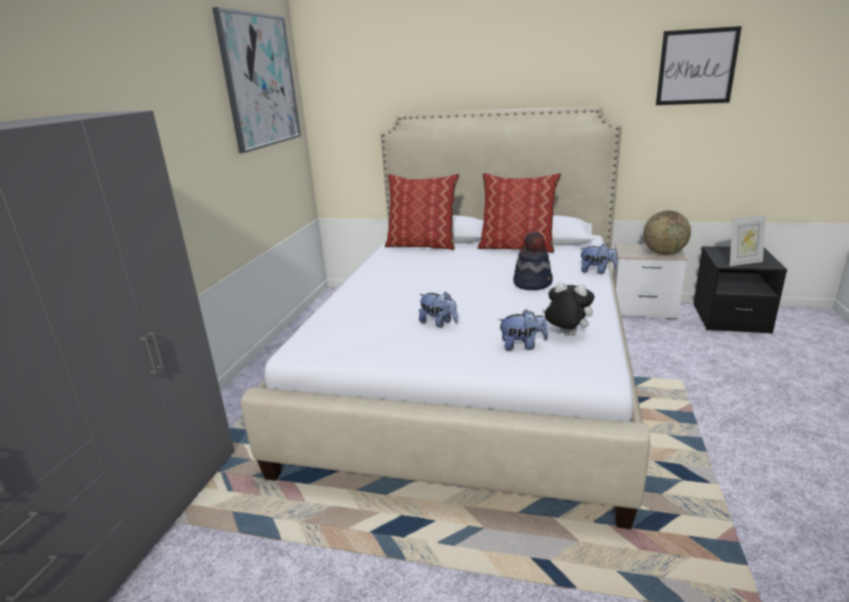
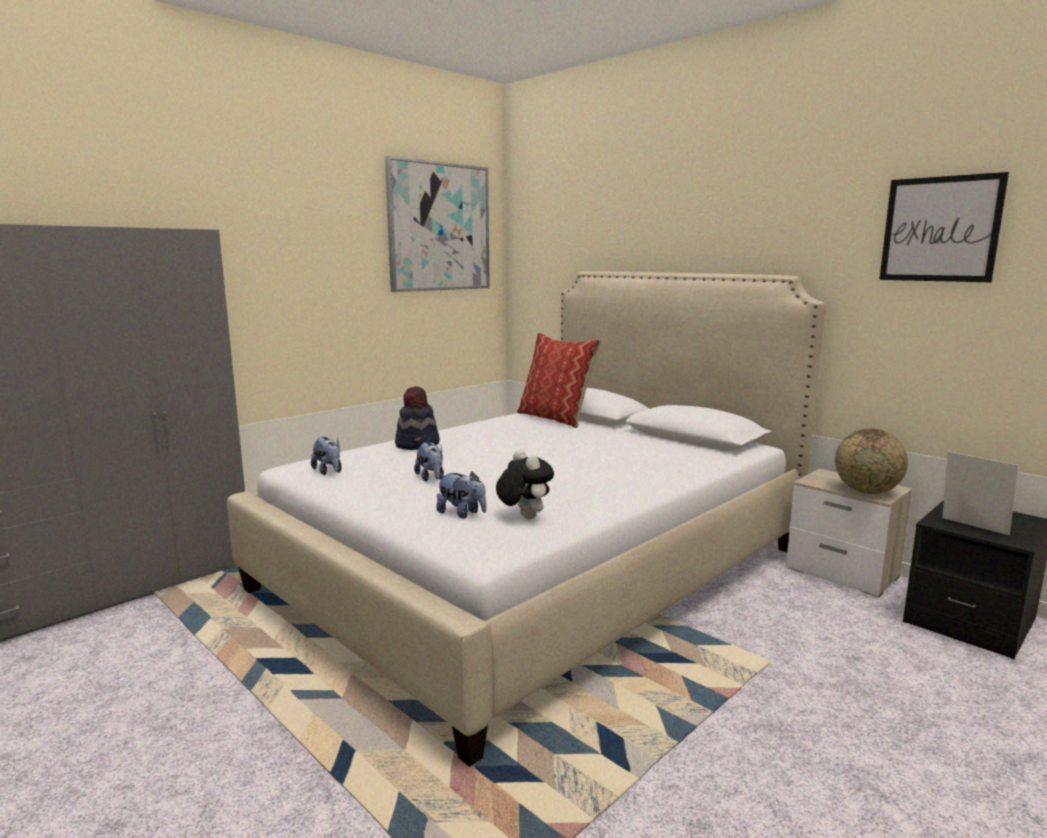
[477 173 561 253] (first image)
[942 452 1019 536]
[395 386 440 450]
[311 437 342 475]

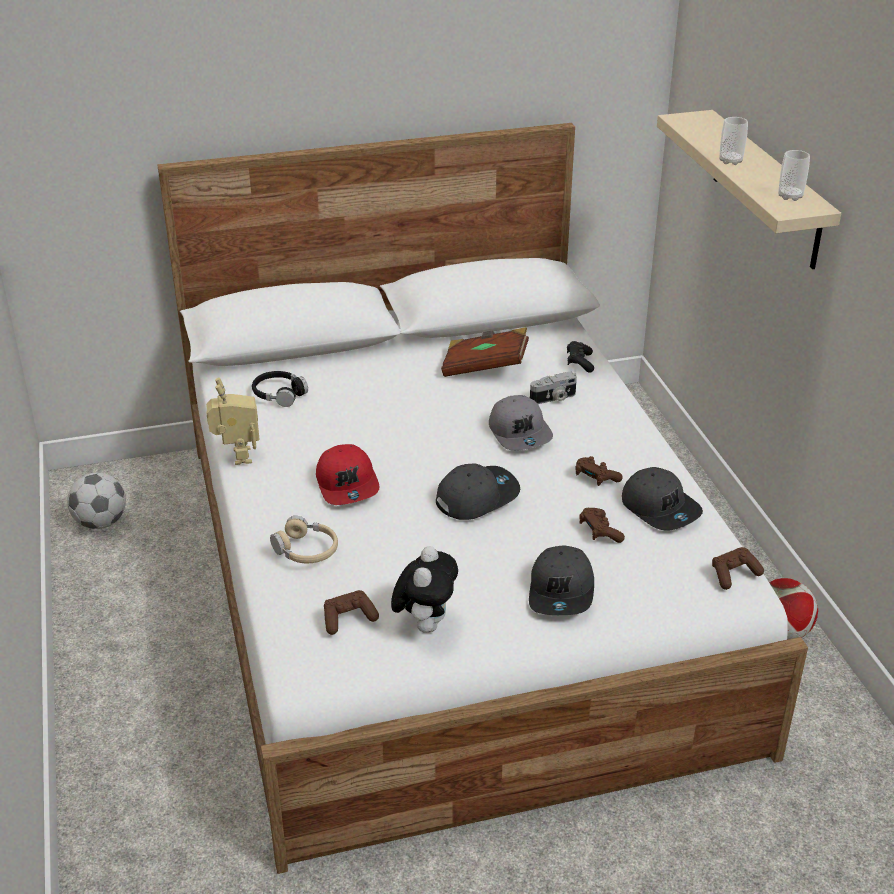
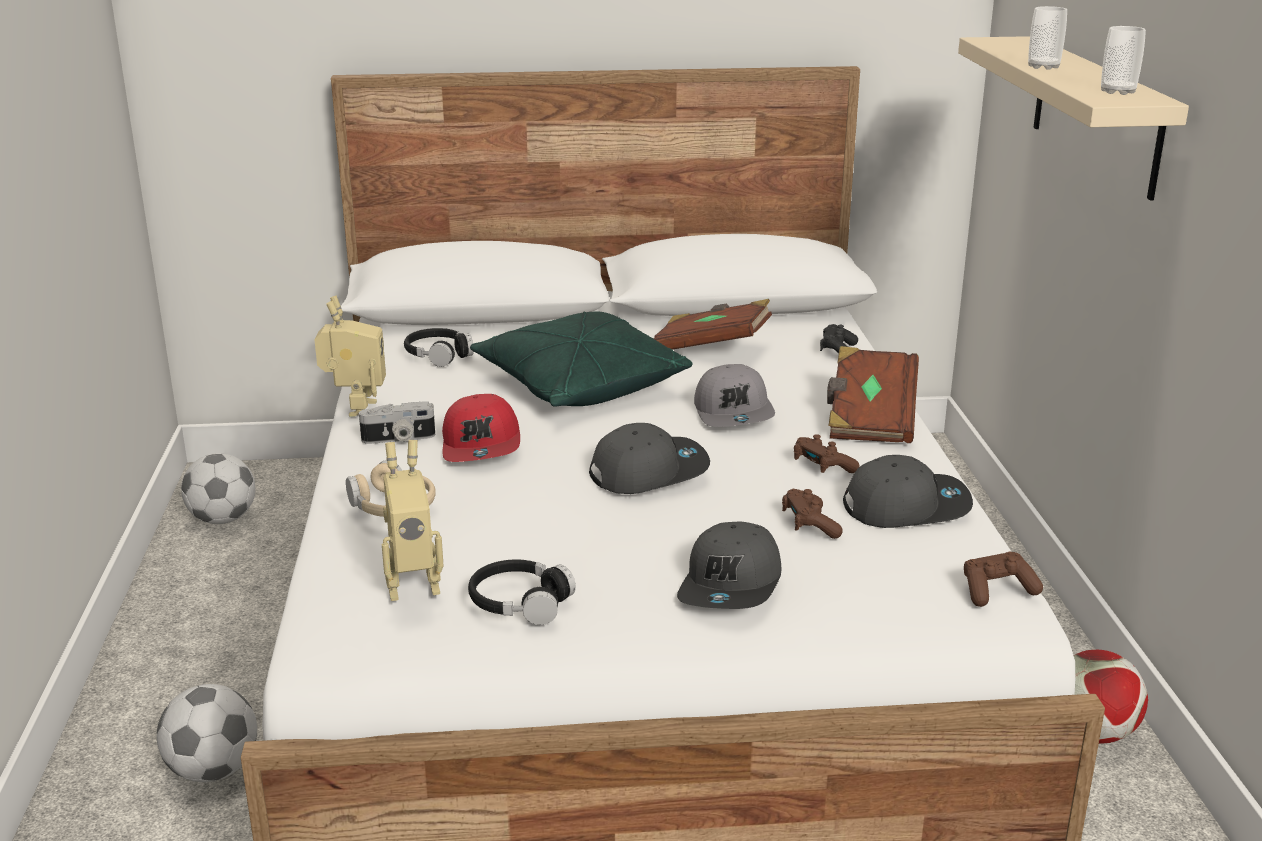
[359 401 435 444]
[843 455 973 528]
[468 559 576 625]
[382 440 444 601]
[470 311 693 407]
[827 346 919 443]
[157 684 257 782]

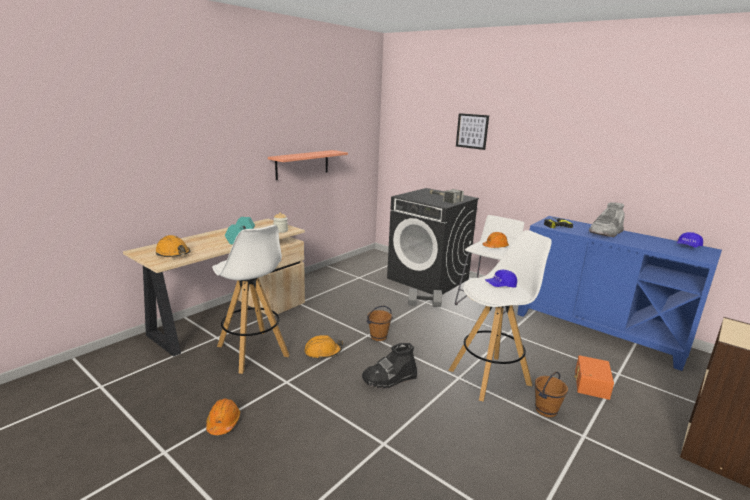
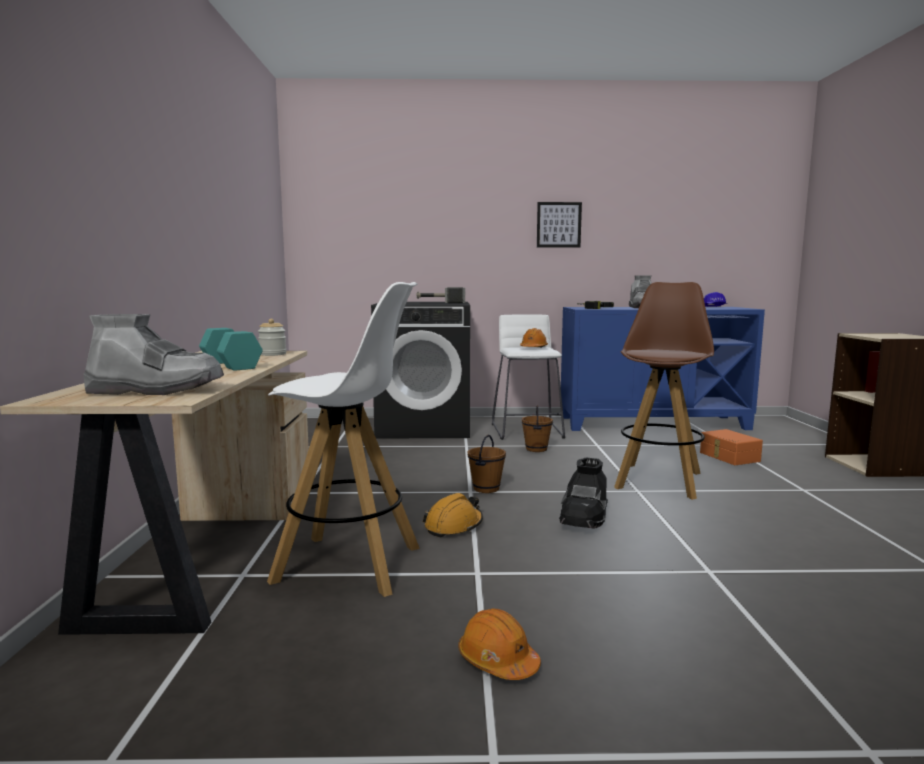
[537 202 582 247]
[268 150 348 180] (first image)
[614 282 714 500]
[83 314 224 395]
[485 270 517 288] (first image)
[408 288 442 307] (first image)
[522 405 553 452]

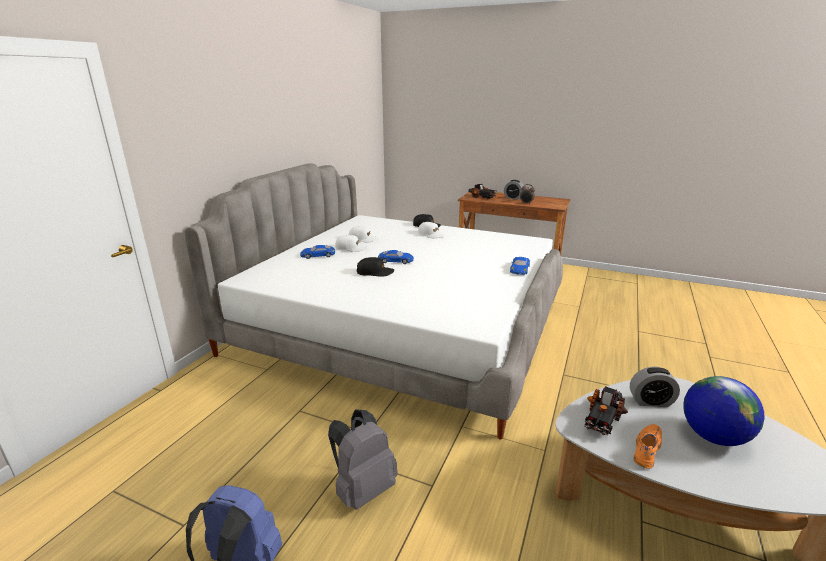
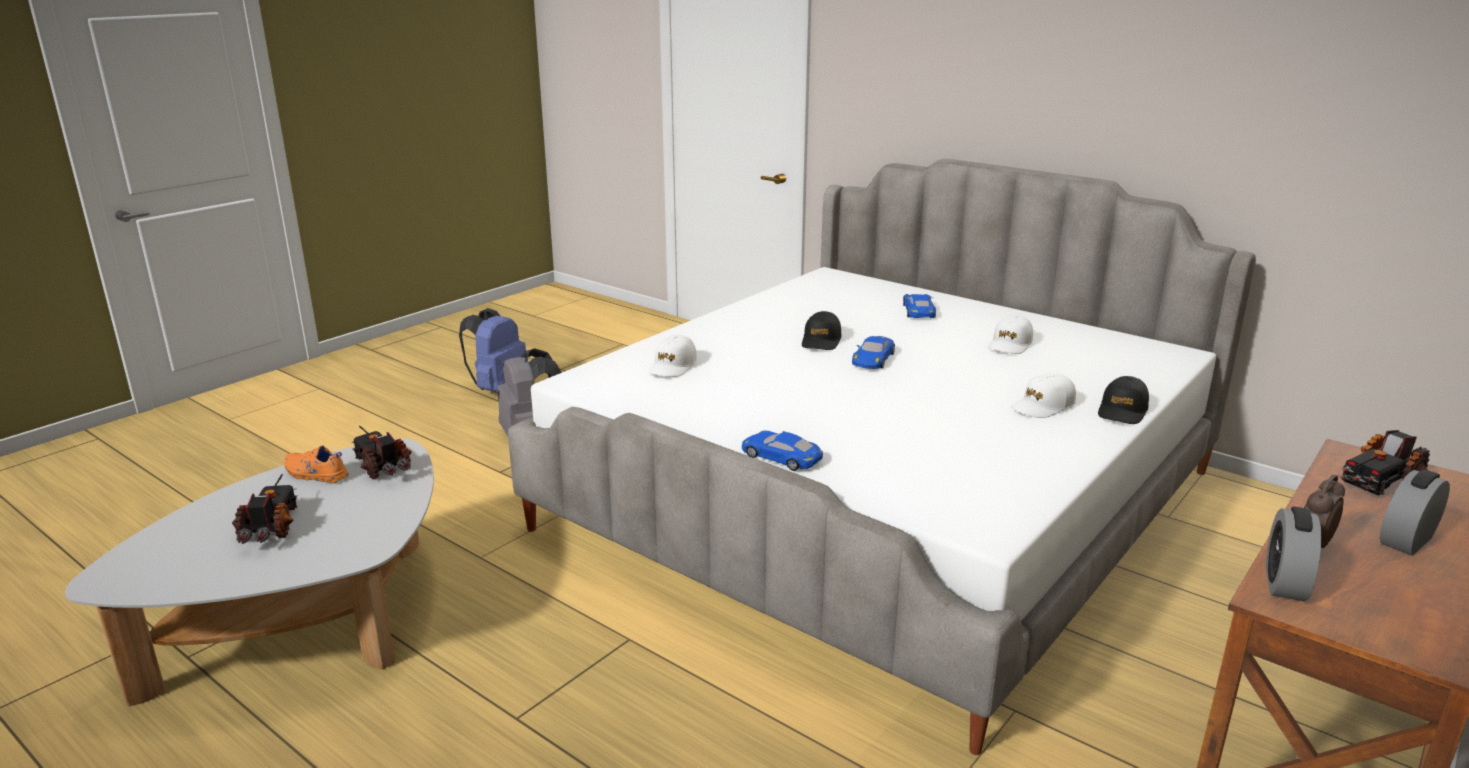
[648 335 697 377]
[1266 506 1321 601]
[232 474 298 544]
[284 445 349 483]

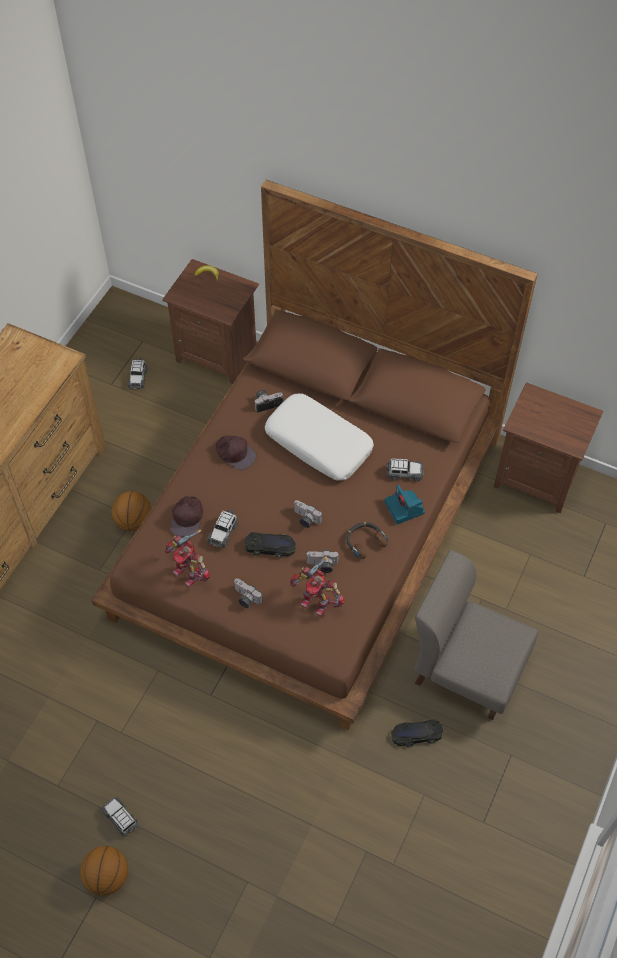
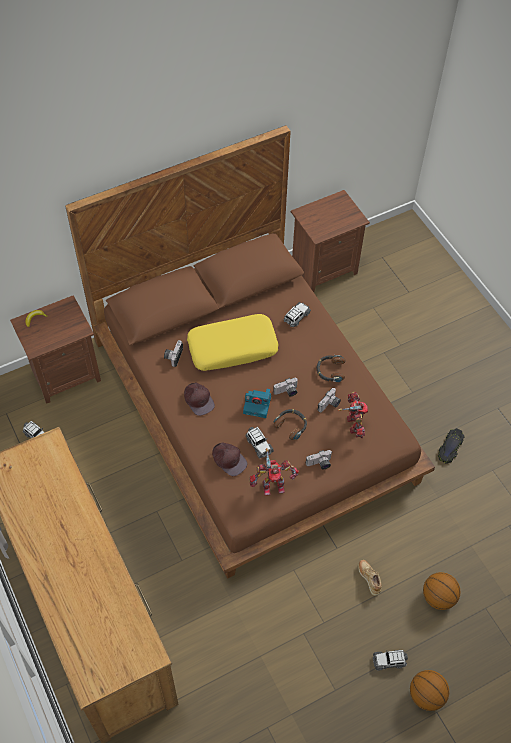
[187 314 278 371]
[184 383 215 416]
[243 388 271 418]
[423 572 461 610]
[274 409 307 440]
[414 550 538 720] (first image)
[338 392 368 438]
[358 560 382 596]

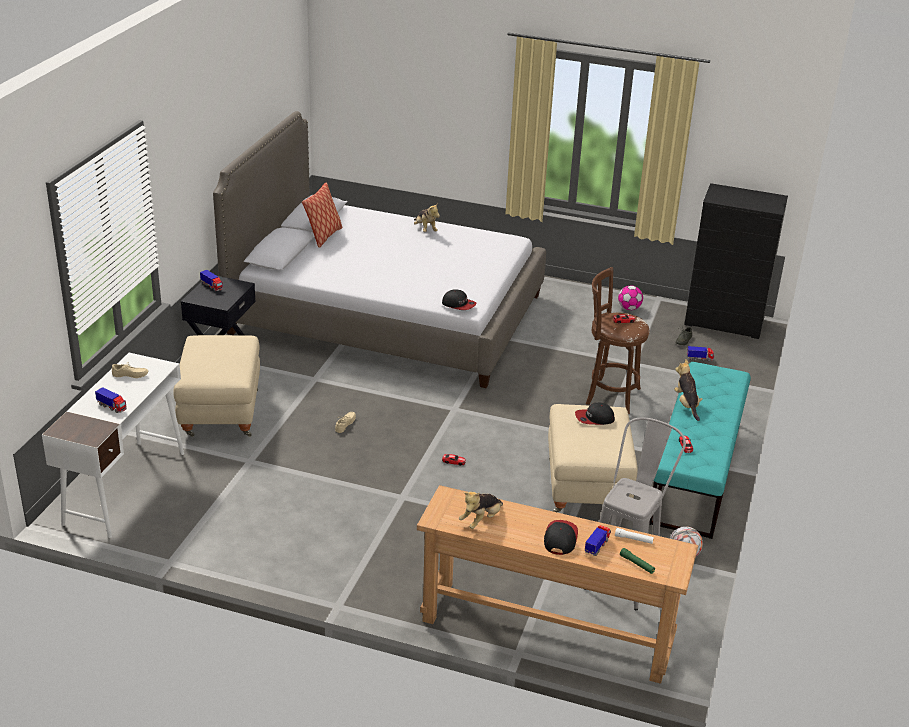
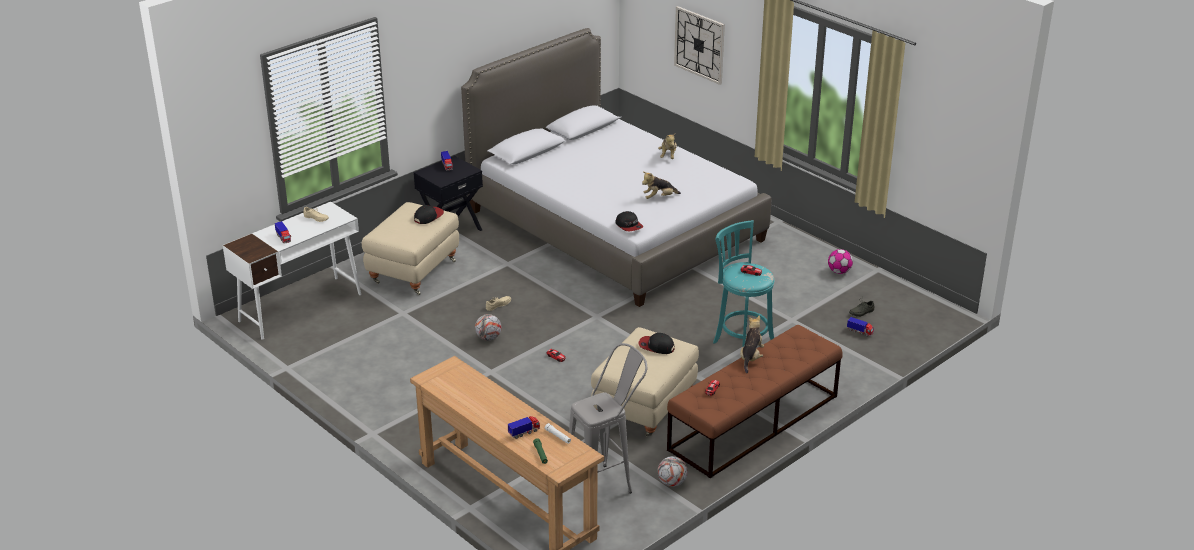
[302 182 343 248] (first image)
[684 183 788 339] (first image)
[713 220 774 347]
[667 325 842 479]
[642 171 681 199]
[414 205 444 224]
[674 6 725 85]
[475 314 502 341]

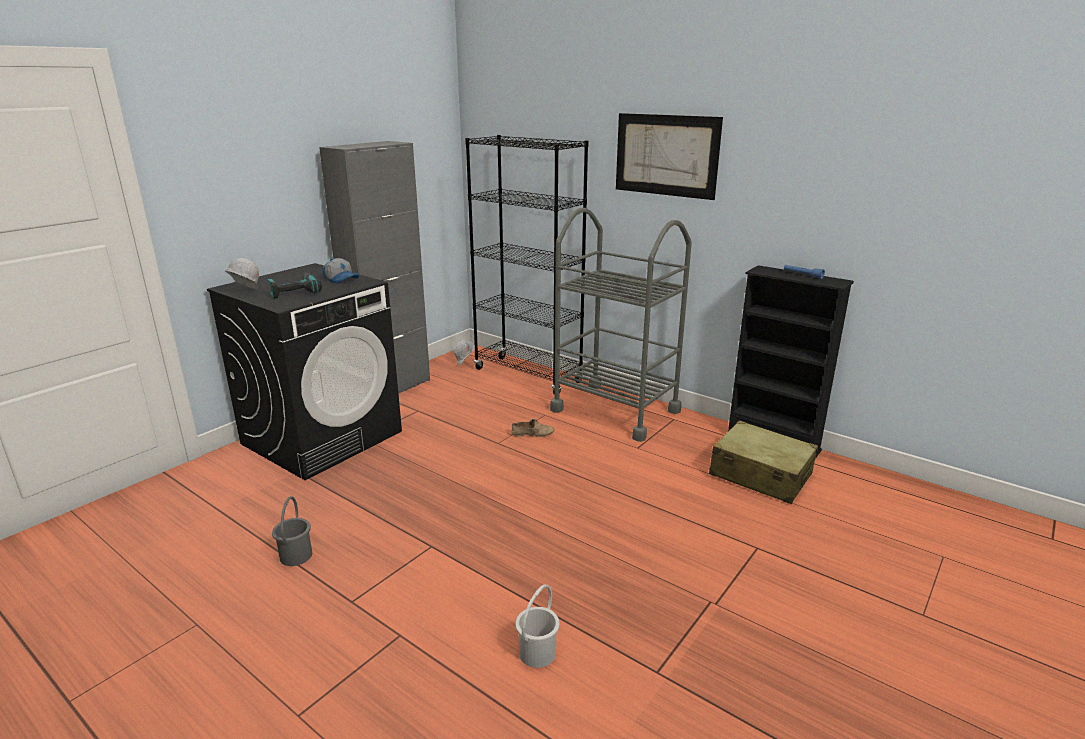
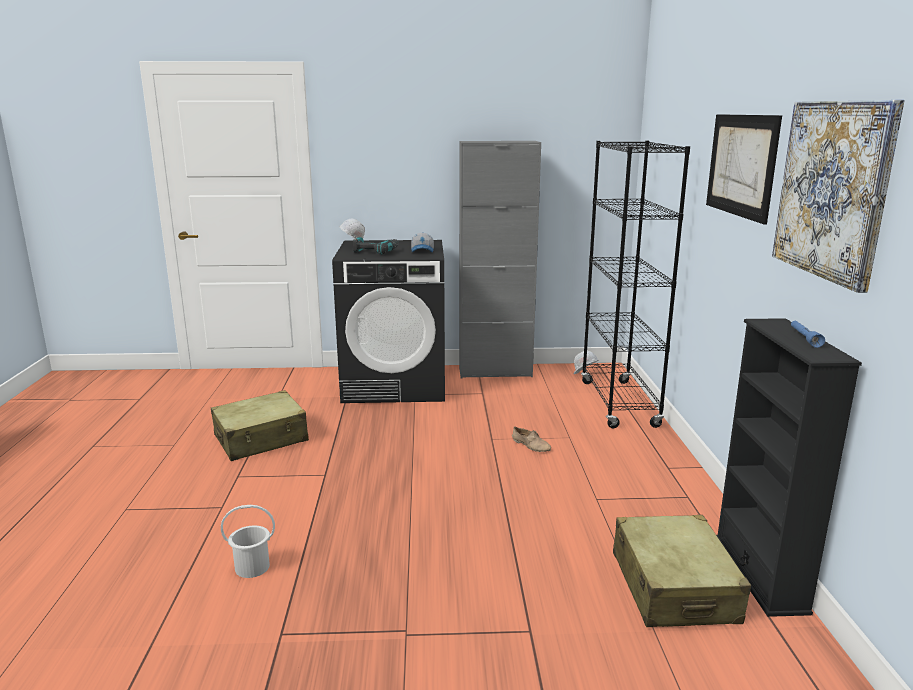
[550 208 692 442] (first image)
[211 390 309 461]
[772 100 905 293]

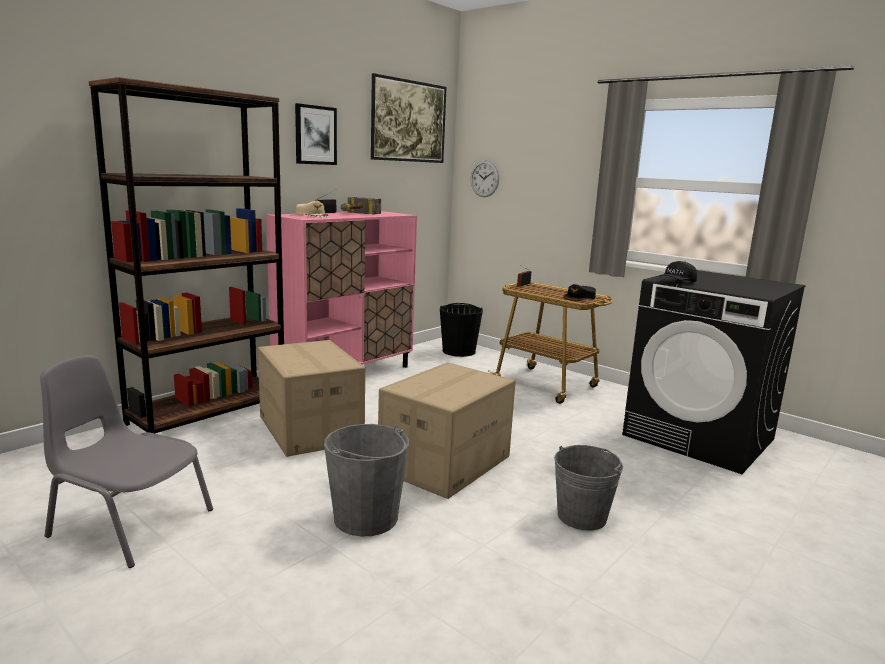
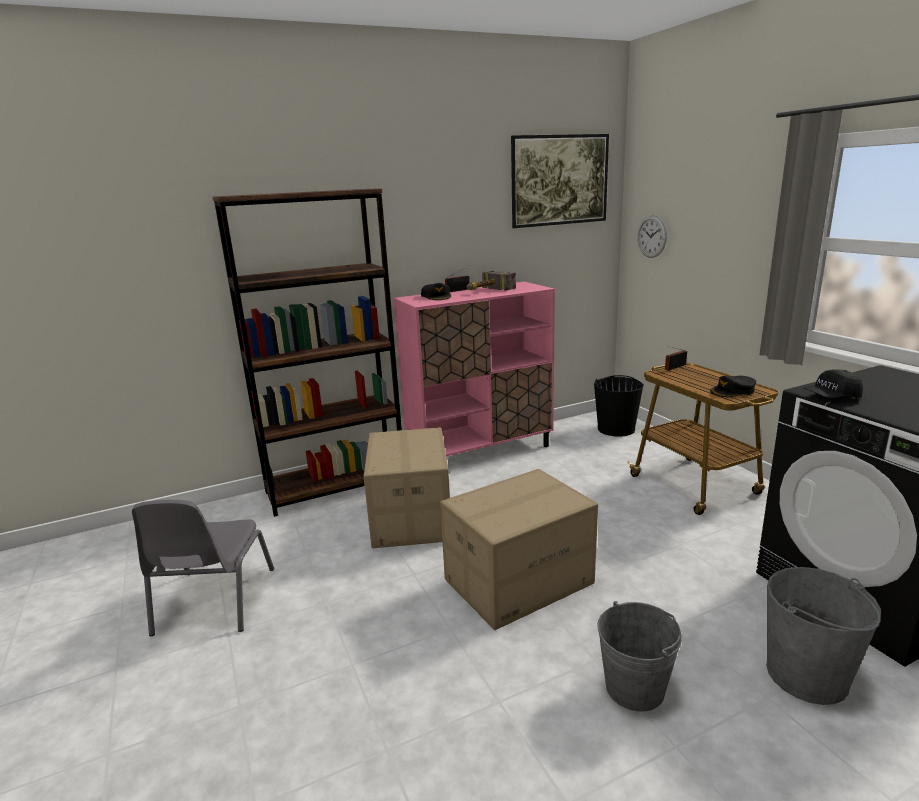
[295 103 337 165] (first image)
[421 283 451 300]
[132 500 274 636]
[766 567 881 705]

